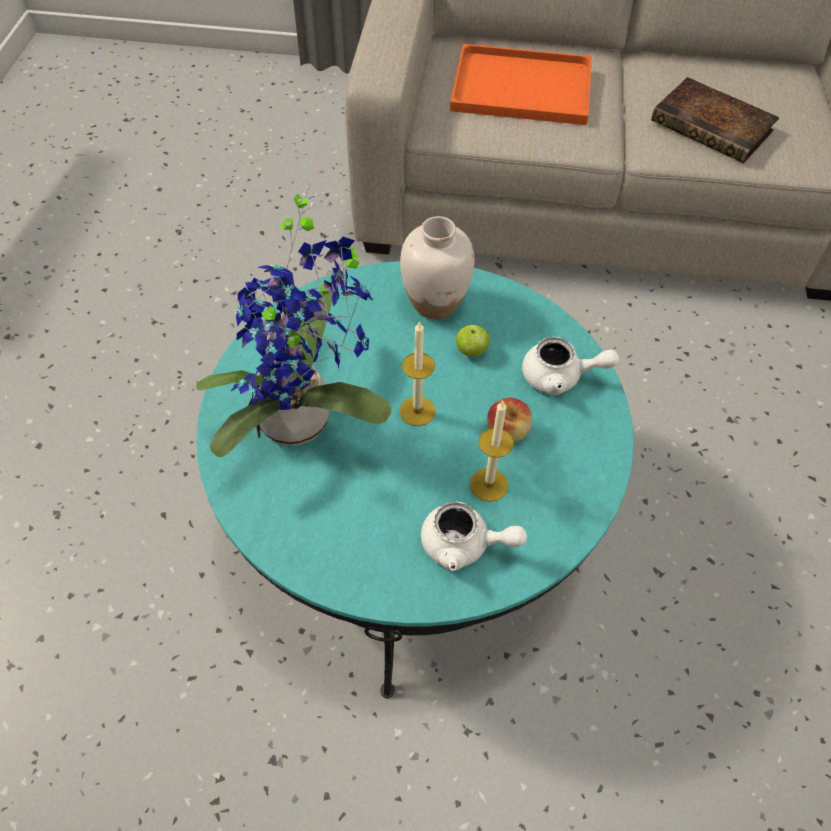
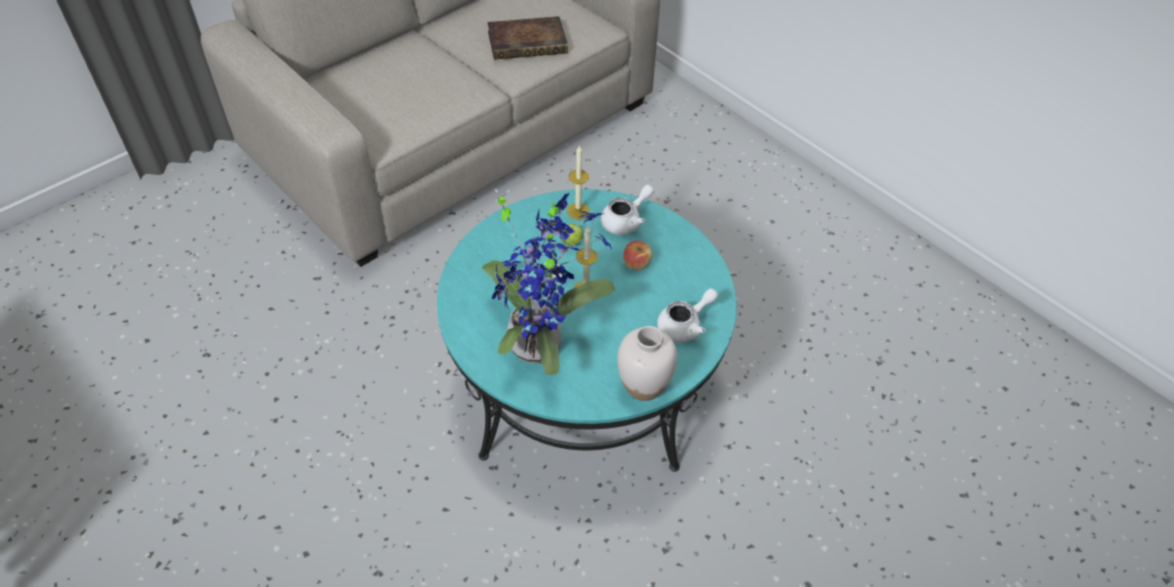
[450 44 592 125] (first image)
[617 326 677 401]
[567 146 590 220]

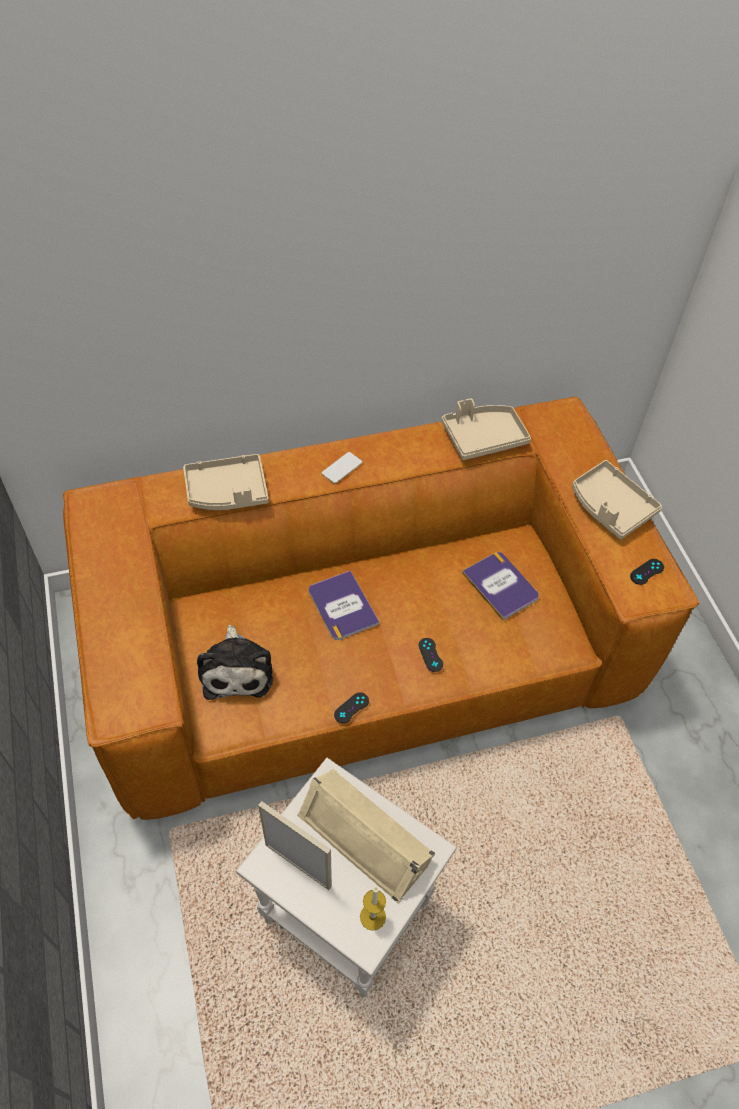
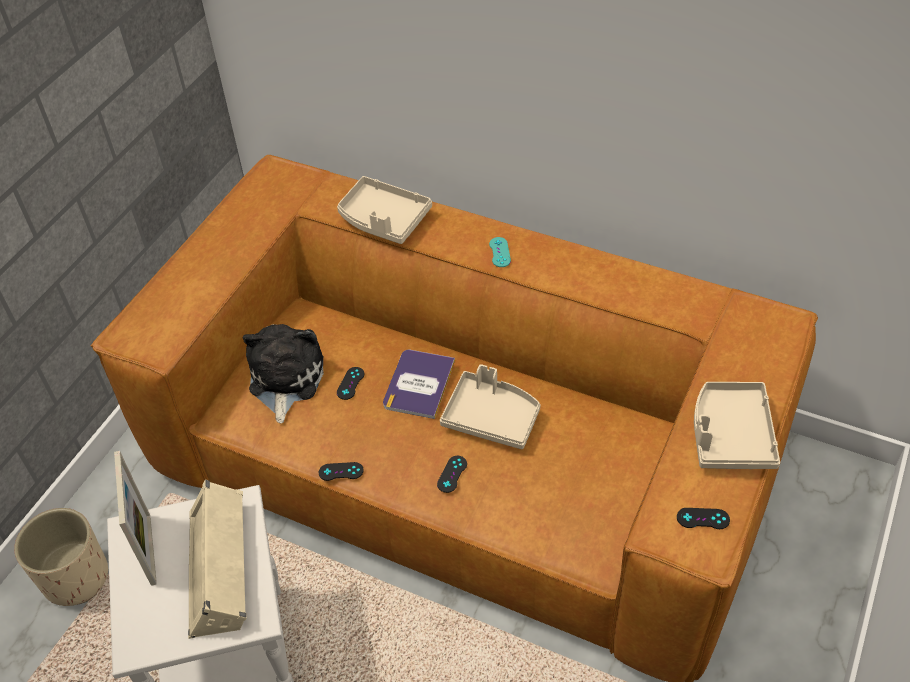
[440 364 541 449]
[489 237 511 267]
[462 552 539 620] (first image)
[242 324 324 423]
[360 886 386 931] (first image)
[337 367 364 400]
[14 508 108 606]

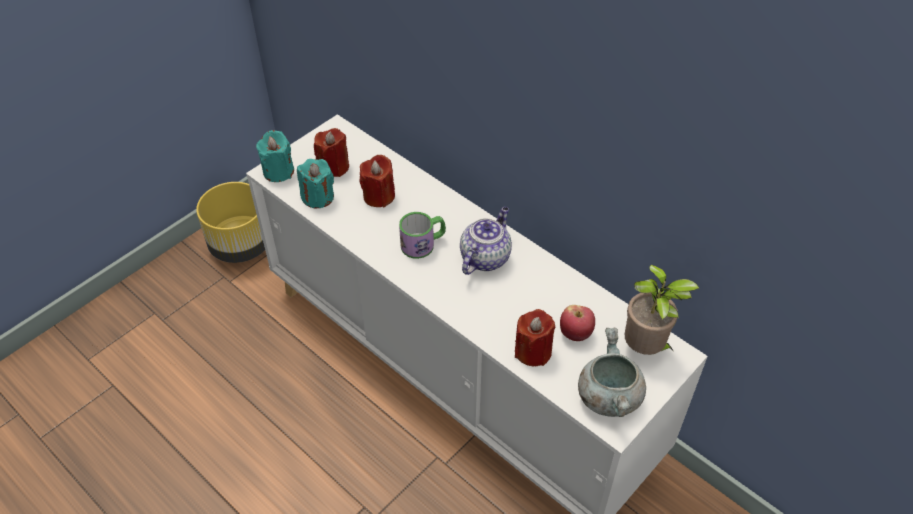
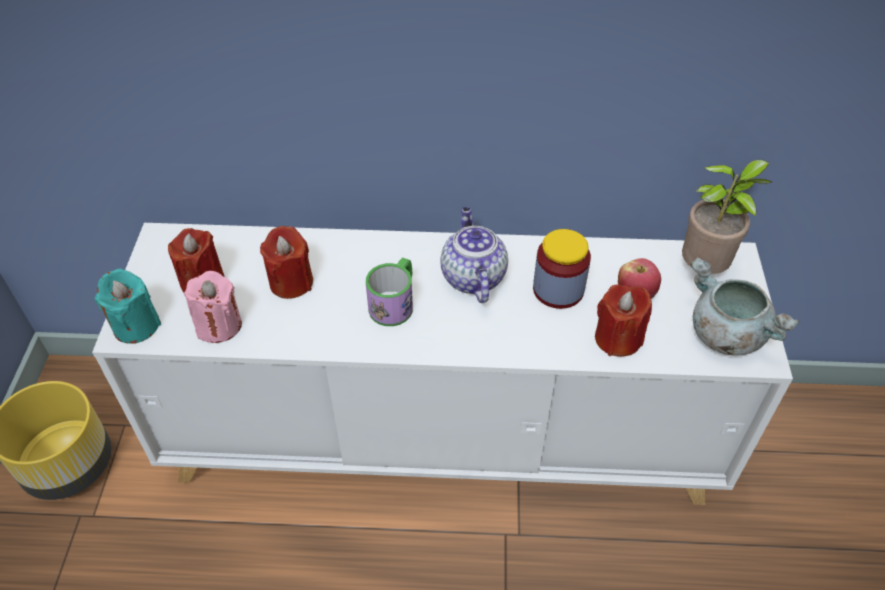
[184 271 242 343]
[533 229 591 309]

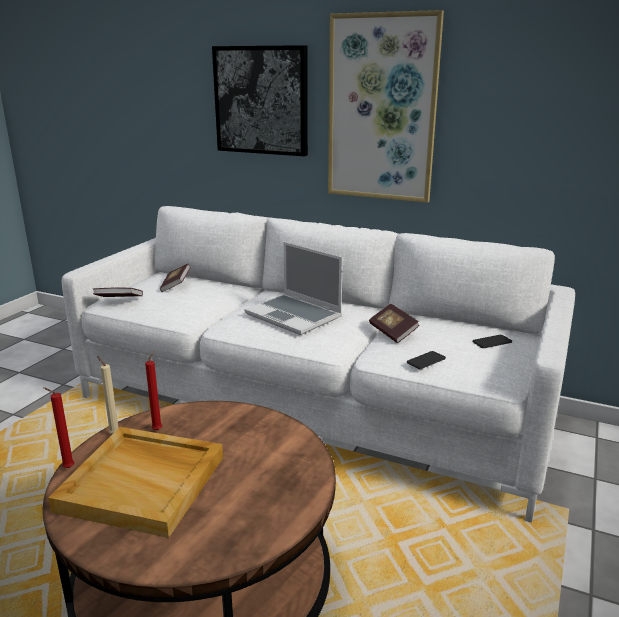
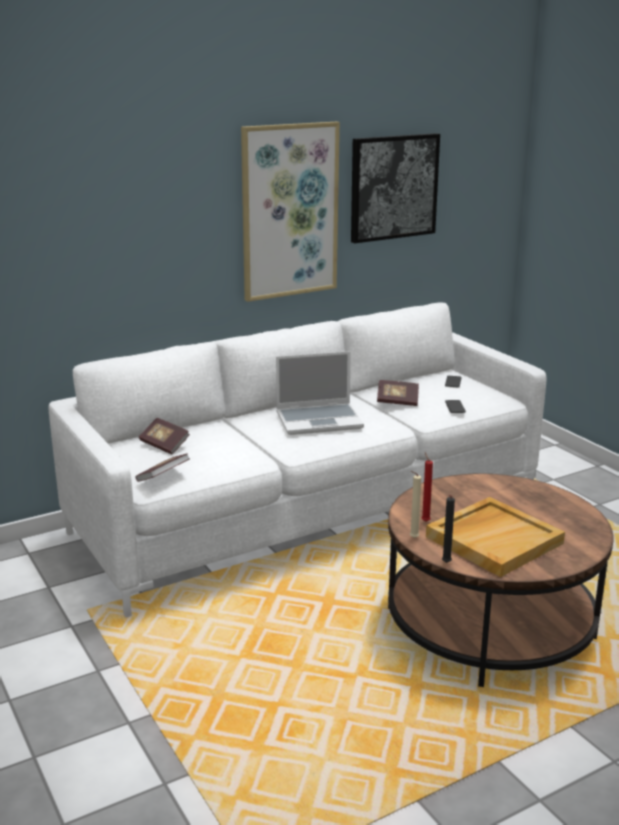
[351 133 440 243]
[442 495 455 563]

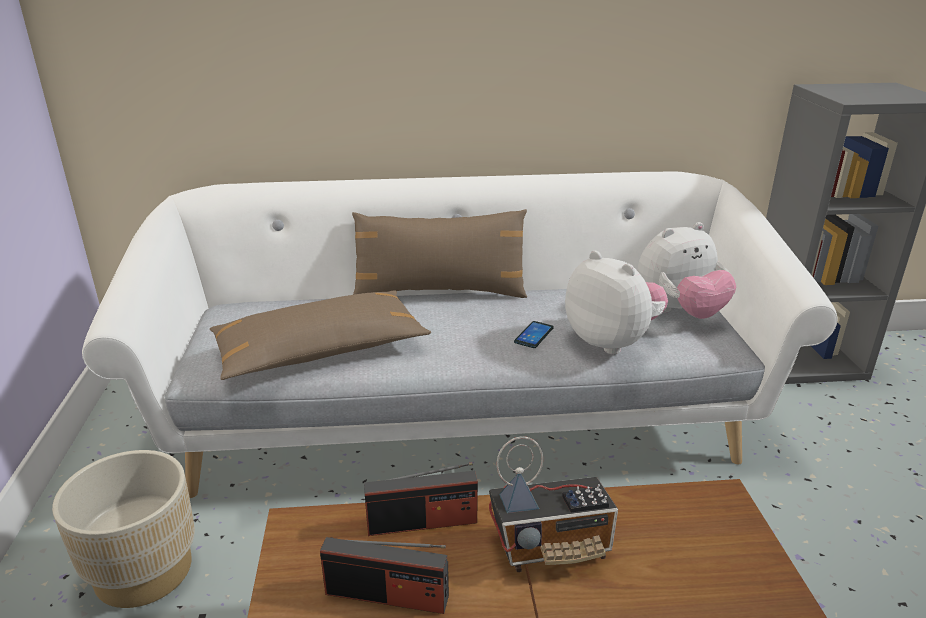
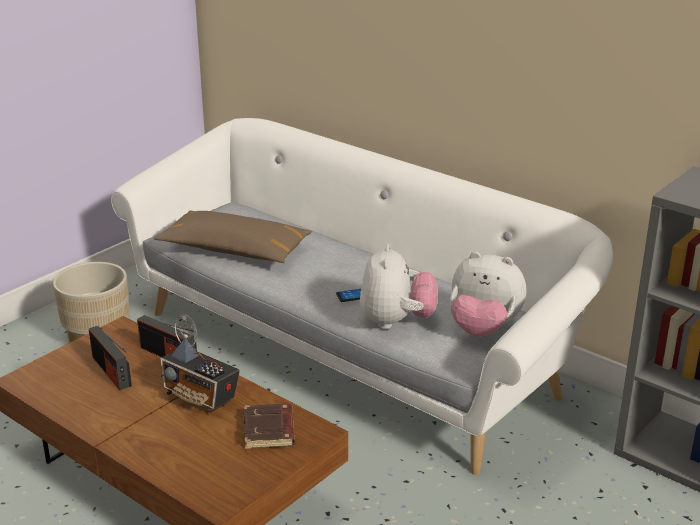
[352 209 527 298] (first image)
[243 404 295 449]

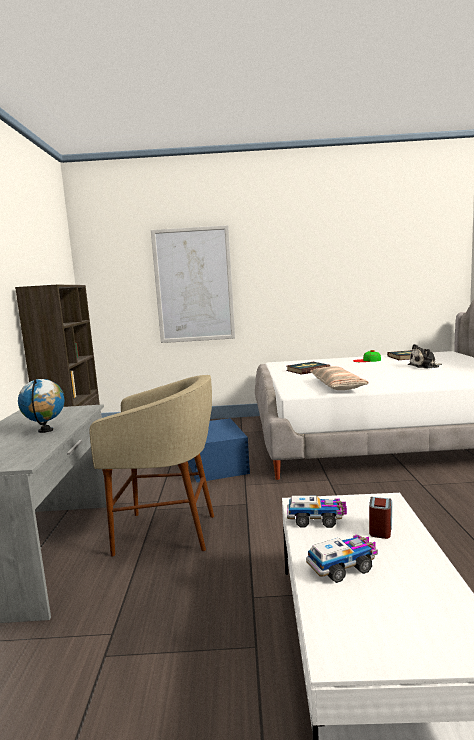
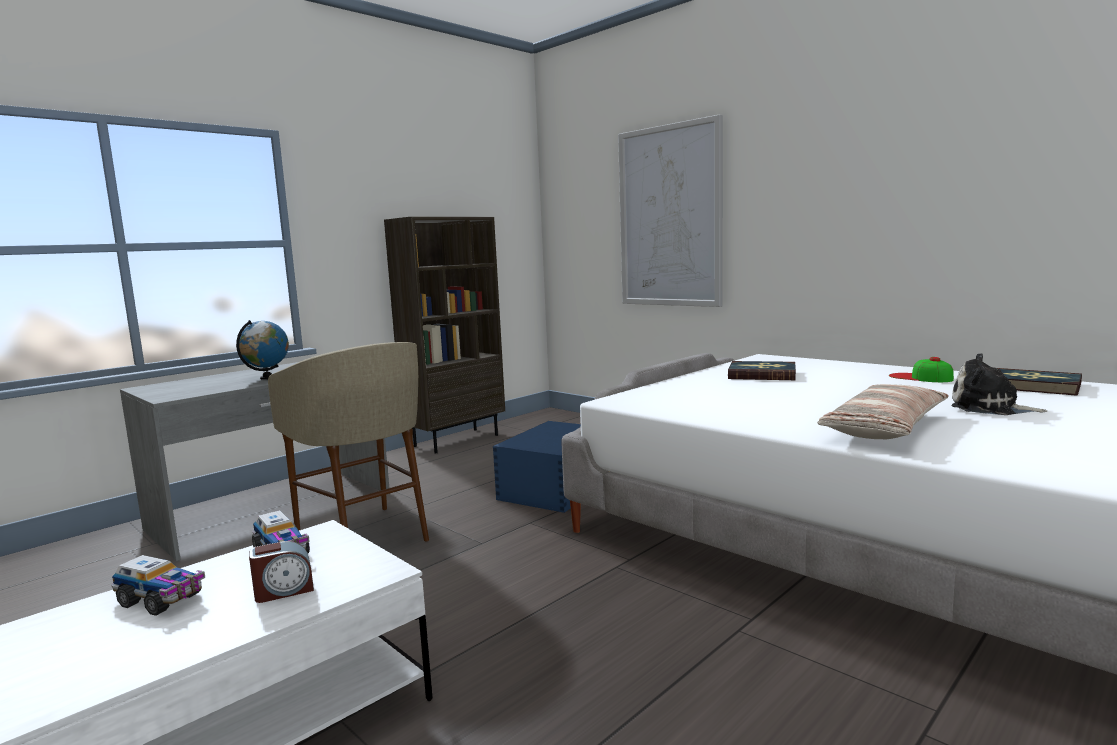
[817 384 949 440]

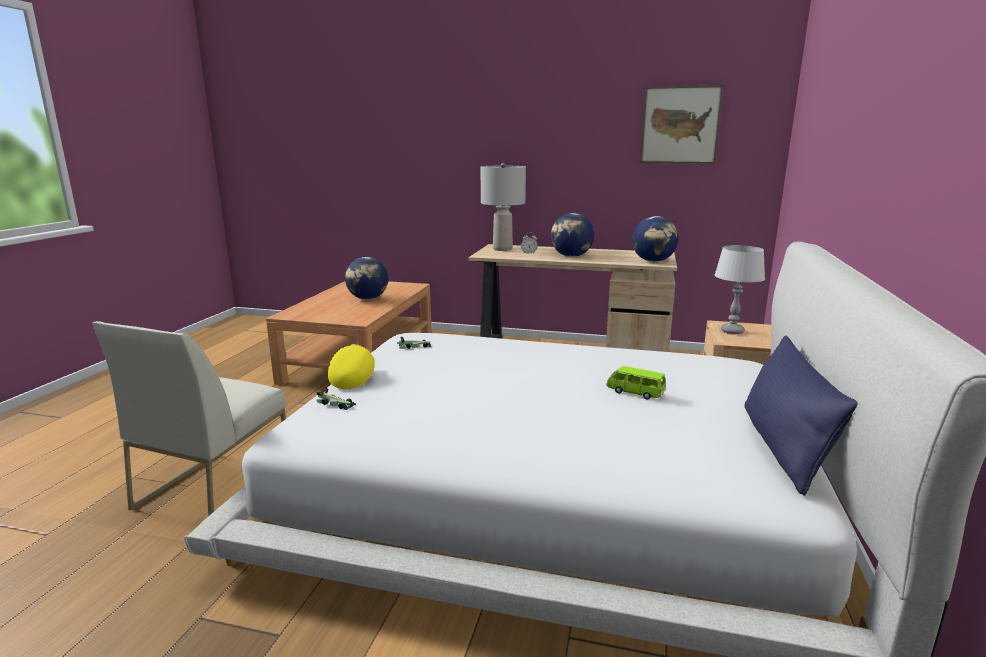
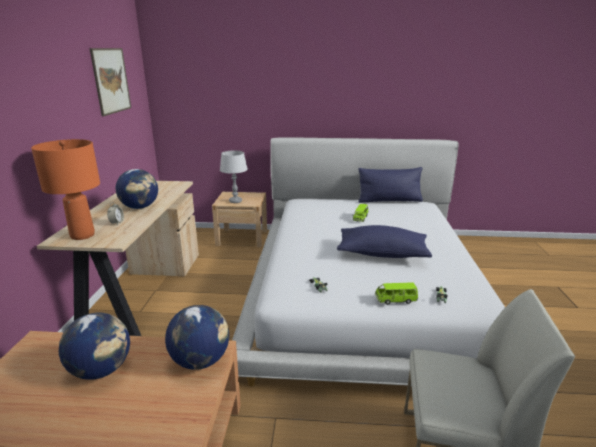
[31 139 100 240]
[165 305 229 370]
[375 282 418 305]
[337 225 432 258]

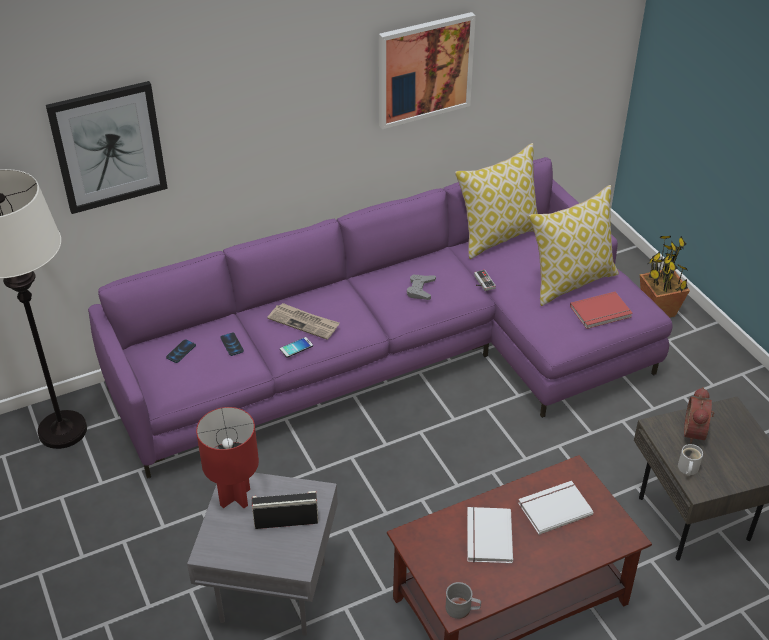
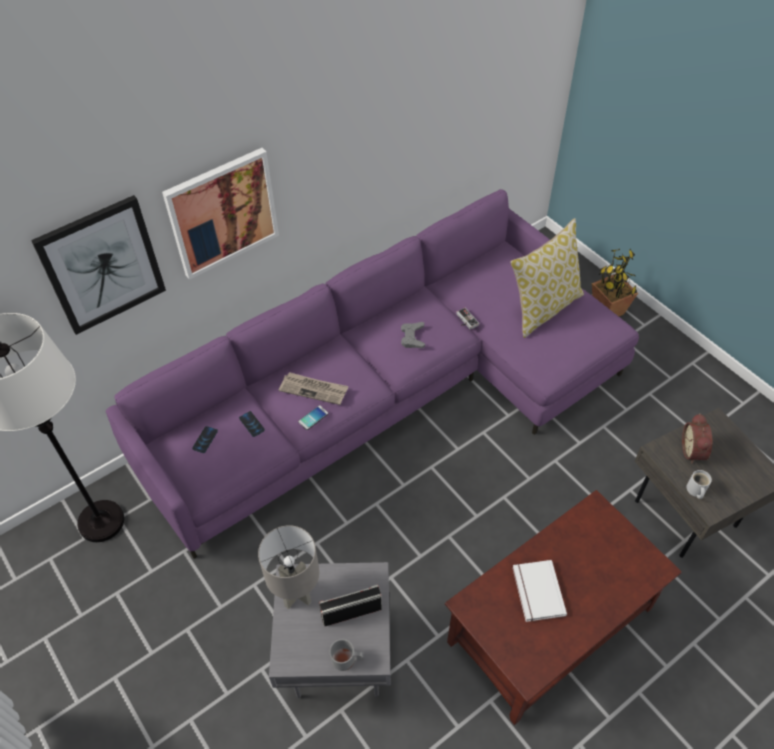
[162 148 279 280]
[455 143 538 259] (first image)
[570 292 633 329] (first image)
[258 525 320 609]
[518 481 593 535] (first image)
[329 639 363 671]

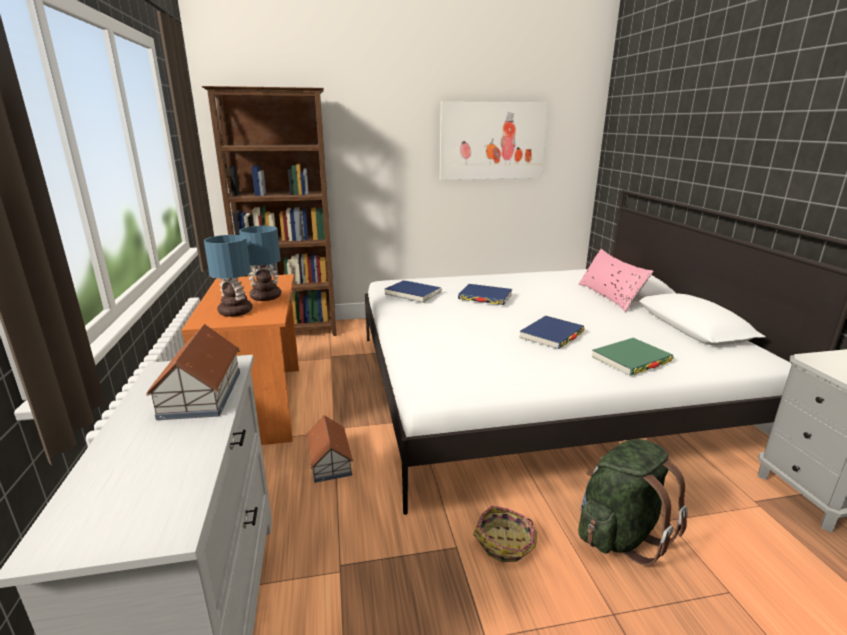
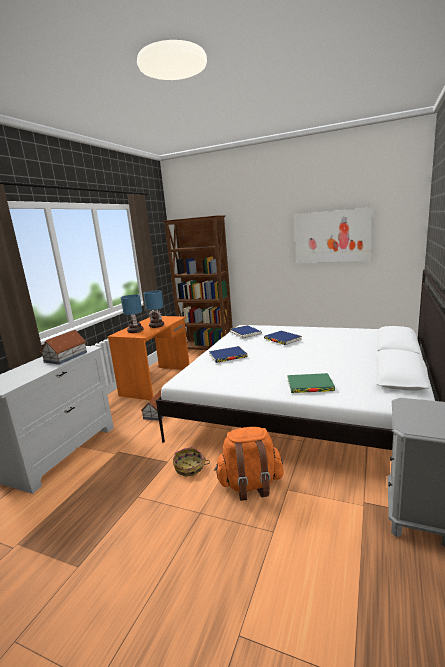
[578 249 653 312] (first image)
[209 346 248 363]
[214 427 284 501]

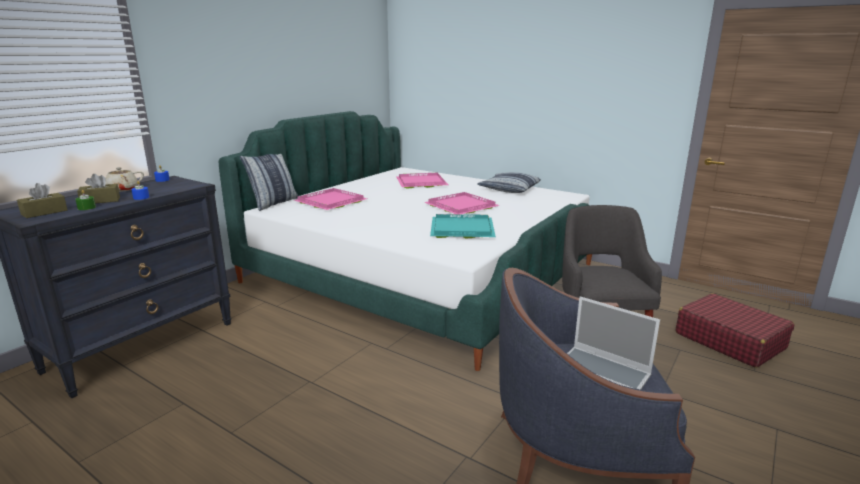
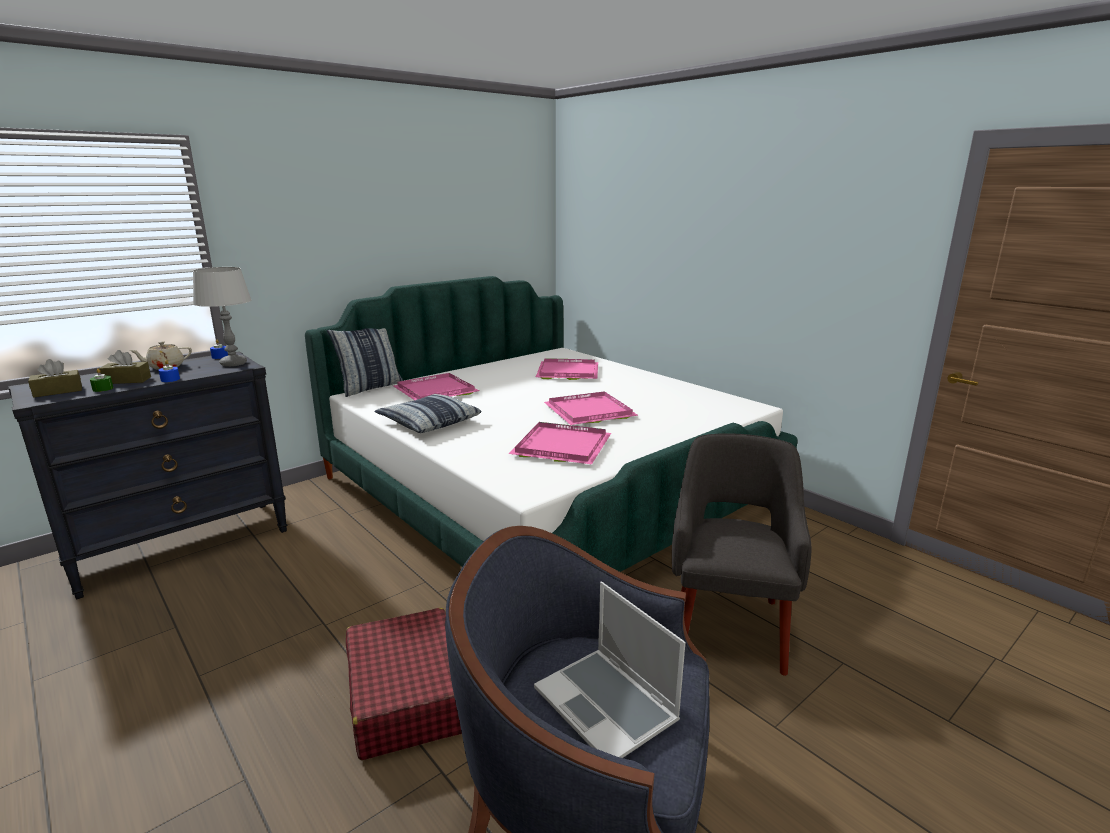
[374 394 481 433]
[508 422 611 464]
[346 608 462 760]
[193 267 252 367]

